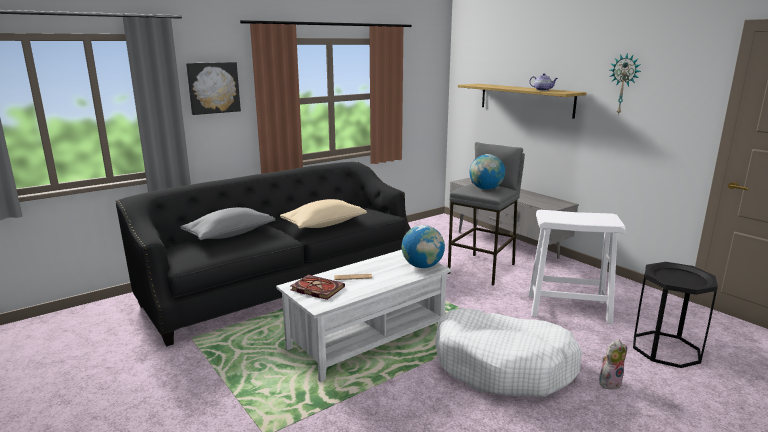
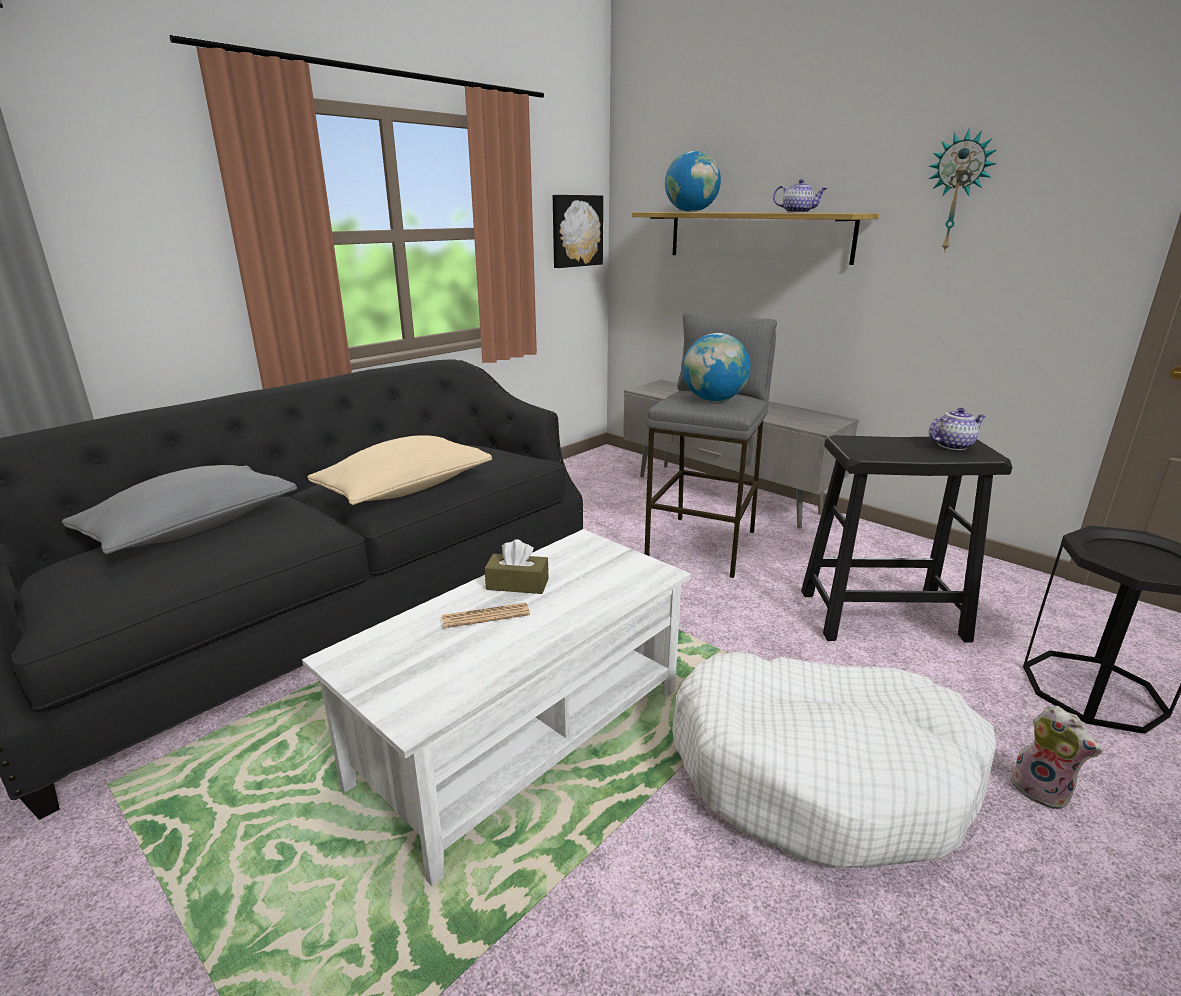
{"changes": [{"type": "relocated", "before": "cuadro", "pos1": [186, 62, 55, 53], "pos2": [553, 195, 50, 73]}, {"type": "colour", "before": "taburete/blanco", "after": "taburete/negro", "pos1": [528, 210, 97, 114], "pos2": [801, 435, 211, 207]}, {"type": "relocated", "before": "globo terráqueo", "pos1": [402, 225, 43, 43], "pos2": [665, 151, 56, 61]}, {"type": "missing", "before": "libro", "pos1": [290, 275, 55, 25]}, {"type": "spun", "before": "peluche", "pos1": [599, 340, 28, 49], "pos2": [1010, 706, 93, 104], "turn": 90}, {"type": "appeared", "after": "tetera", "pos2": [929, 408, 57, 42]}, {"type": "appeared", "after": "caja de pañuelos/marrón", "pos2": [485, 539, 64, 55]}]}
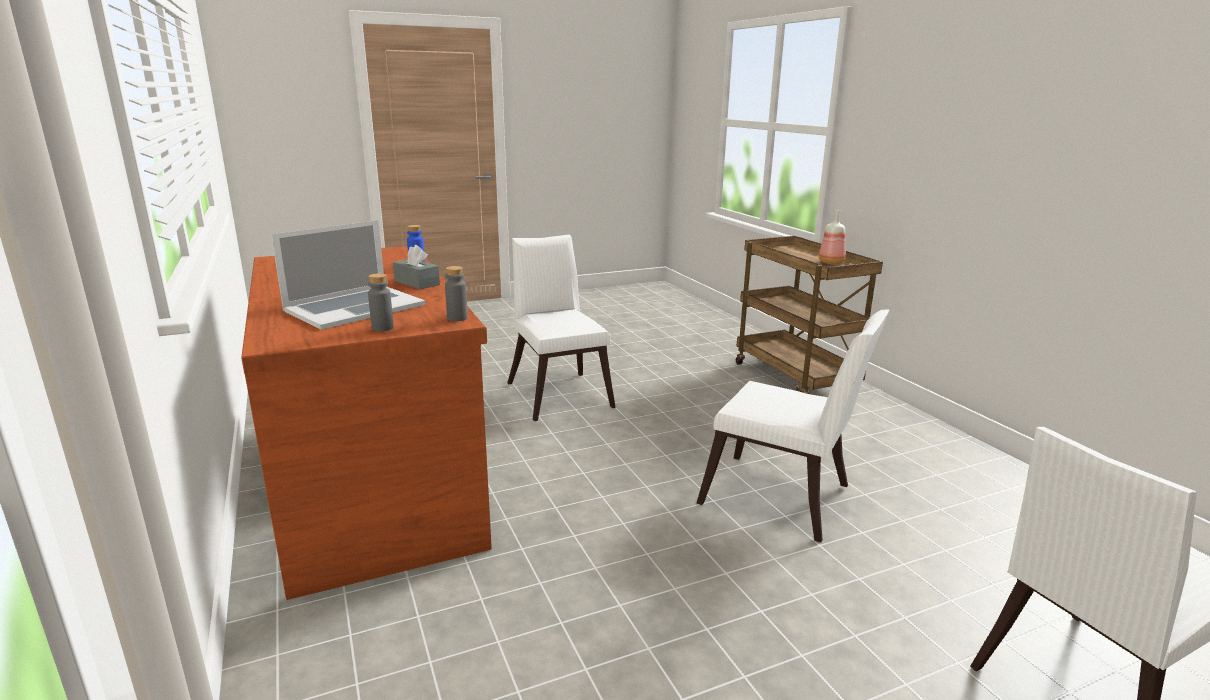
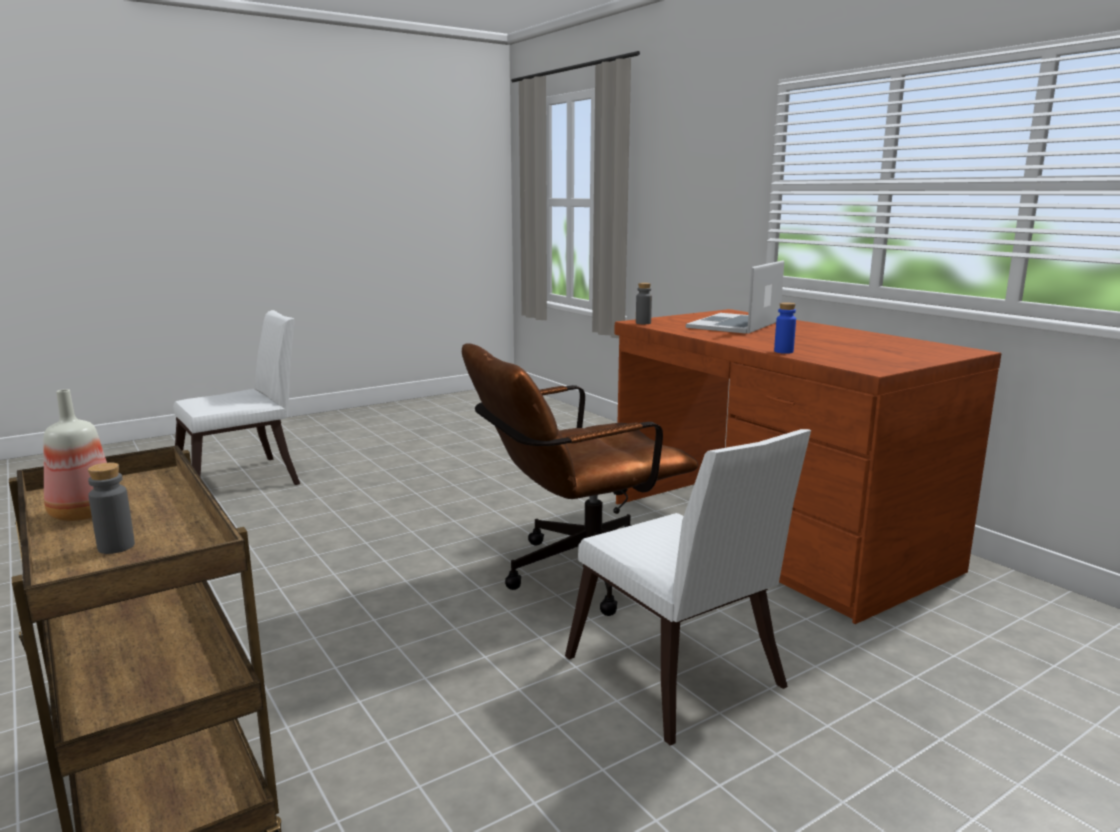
{"changes": [{"type": "missing", "before": "caja de pañuelos/gris", "pos1": [393, 245, 47, 44]}, {"type": "relocated", "before": "botella/gris", "pos1": [368, 273, 26, 58], "pos2": [88, 463, 47, 91]}, {"type": "missing", "before": "silla/blanco", "pos1": [697, 309, 193, 233]}, {"type": "appeared", "after": "silla de oficina/marrón", "pos2": [462, 343, 236, 273]}]}
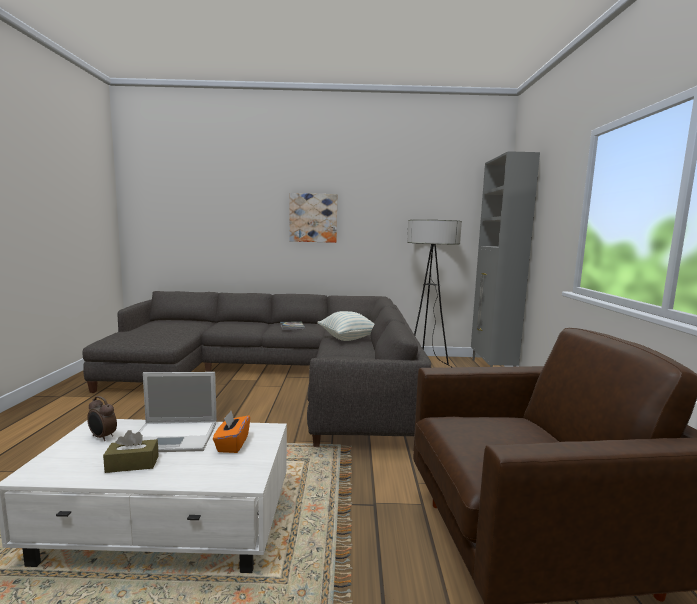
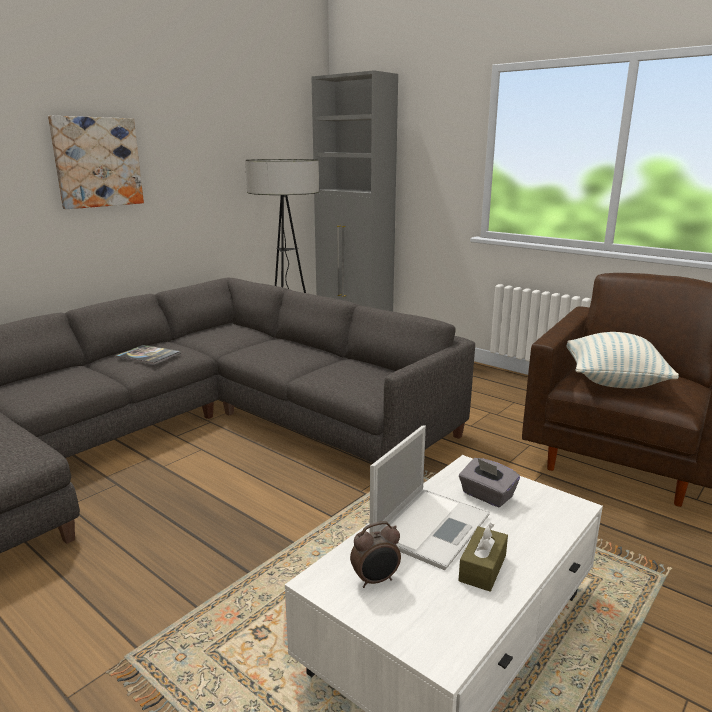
{"changes": [{"type": "relocated", "before": "cojín", "pos1": [317, 311, 57, 30], "pos2": [567, 332, 112, 57]}, {"type": "colour", "before": "caja de pañuelos/naranja", "after": "caja de pañuelos/gris", "pos1": [213, 411, 37, 42], "pos2": [459, 458, 61, 50]}]}
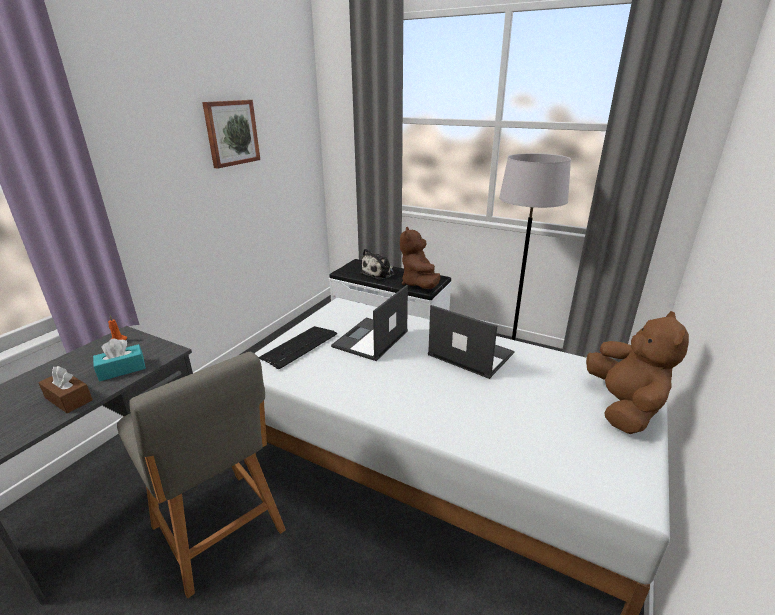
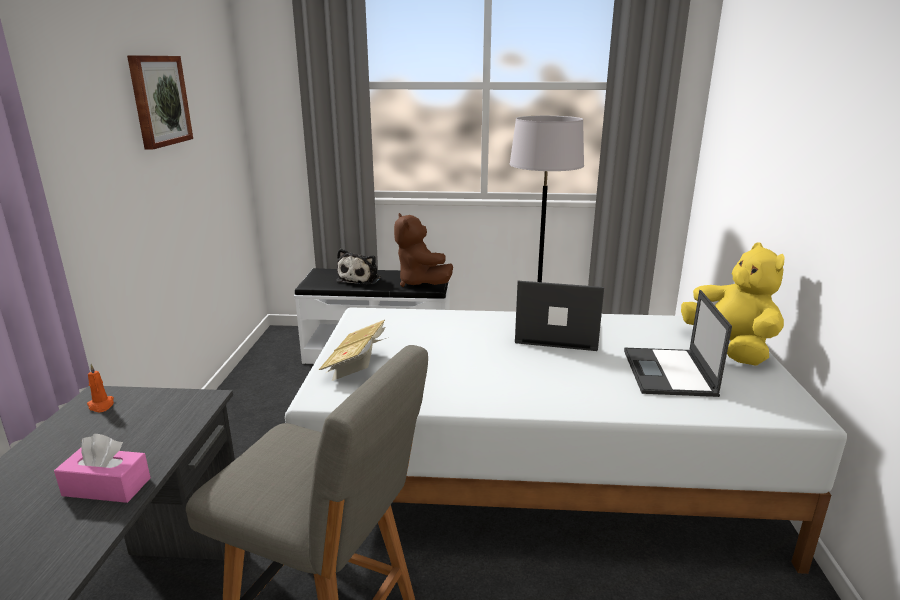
{"changes": [{"type": "relocated", "before": "portátil", "pos1": [331, 285, 77, 76], "pos2": [624, 290, 108, 107]}, {"type": "colour", "before": "peluche/marrón", "after": "peluche/amarillo", "pos1": [586, 311, 103, 123], "pos2": [681, 242, 103, 124]}, {"type": "exchanged", "before": "teclado", "after": "libro", "pos1": [259, 326, 78, 43], "pos2": [319, 320, 67, 61]}, {"type": "missing", "before": "caja de pañuelos/turquesa", "pos1": [93, 338, 53, 43]}, {"type": "colour", "before": "caja de pañuelos/marrón", "after": "caja de pañuelos/rosa", "pos1": [38, 366, 55, 47], "pos2": [54, 434, 97, 69]}]}
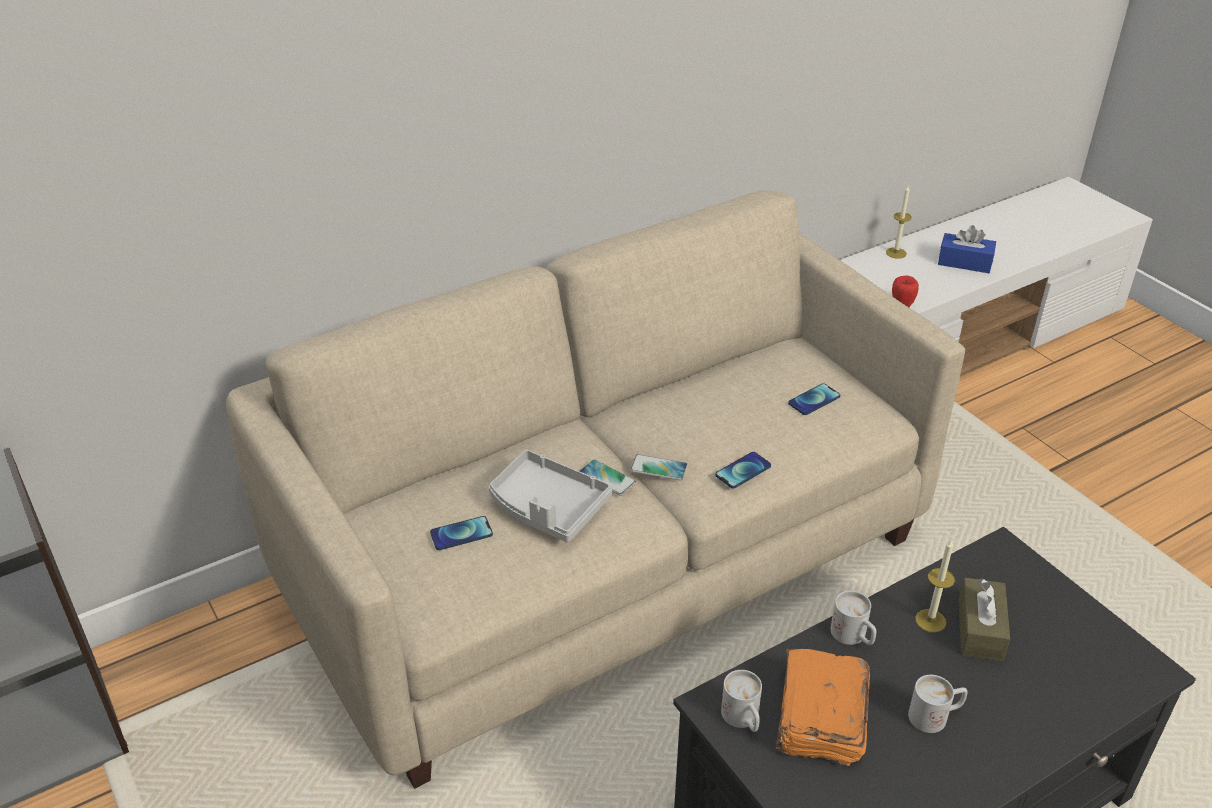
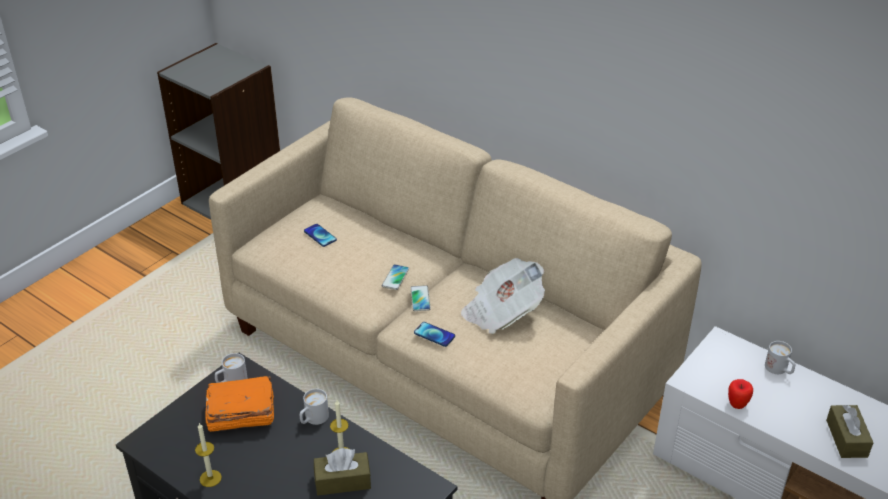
{"changes": [{"type": "relocated", "before": "vela", "pos1": [886, 186, 26, 73], "pos2": [195, 423, 27, 64]}, {"type": "colour", "before": "caja de pañuelos/azul", "after": "caja de pañuelos/marrón", "pos1": [938, 225, 58, 48], "pos2": [826, 405, 47, 53]}, {"type": "missing", "before": "móvil", "pos1": [788, 383, 52, 32]}, {"type": "missing", "before": "bandeja/gris", "pos1": [489, 450, 123, 93]}, {"type": "relocated", "before": "taza grande/blanco", "pos1": [908, 675, 59, 58], "pos2": [765, 341, 30, 33]}, {"type": "appeared", "after": "periódico", "pos2": [461, 258, 84, 76]}]}
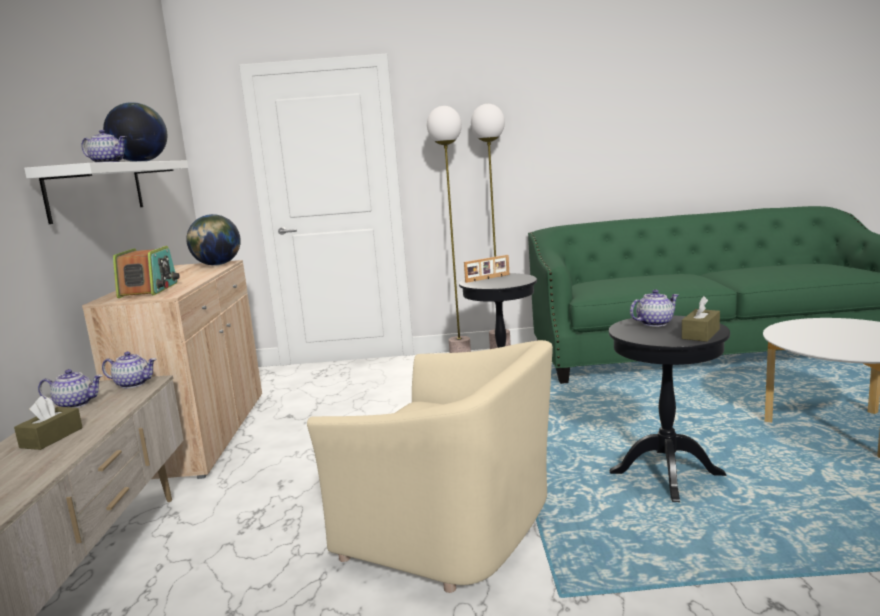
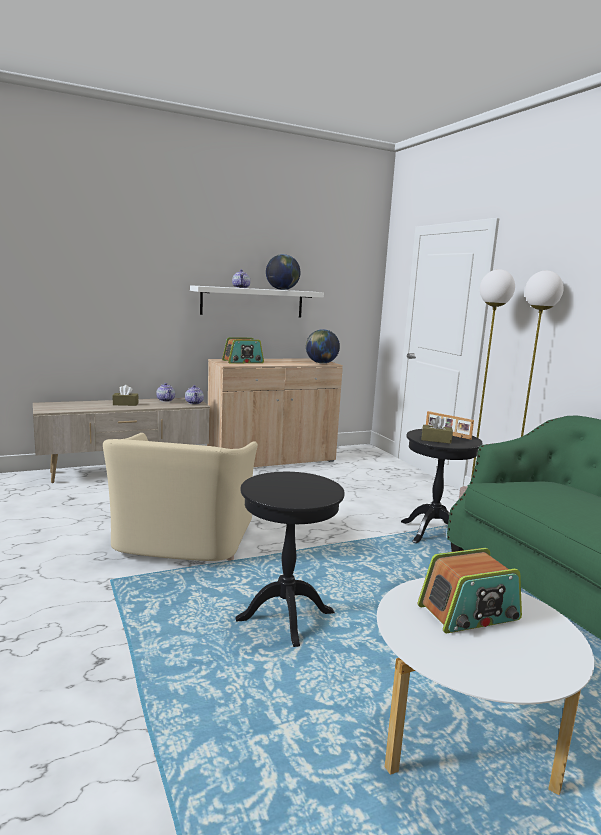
{"changes": [{"type": "missing", "before": "tetera", "pos1": [630, 290, 49, 37]}, {"type": "relocated", "before": "caja de pañuelos/marrón", "pos1": [682, 296, 38, 46], "pos2": [421, 416, 32, 28]}, {"type": "appeared", "after": "radio", "pos2": [417, 548, 105, 85]}]}
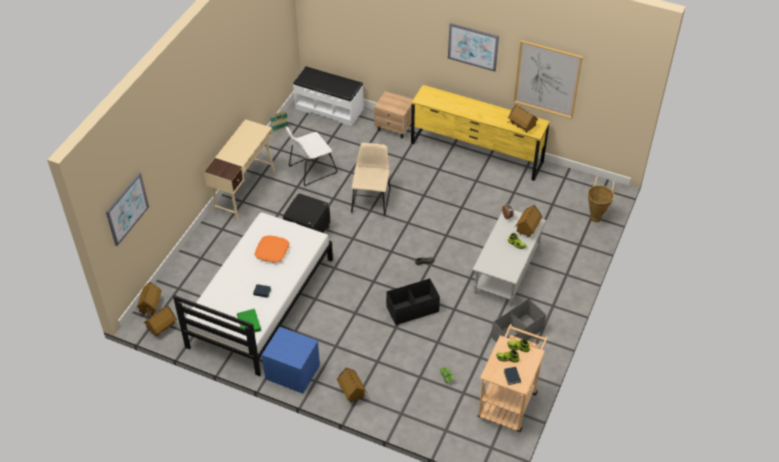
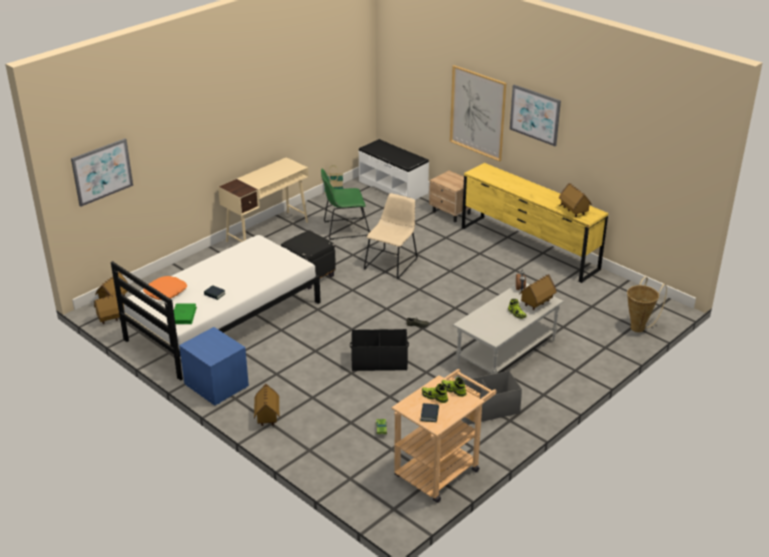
{"changes": [{"type": "relocated", "before": "cuadro", "pos1": [514, 40, 69, 79], "pos2": [450, 65, 56, 97]}, {"type": "colour", "before": "silla/blanco", "after": "silla/verde", "pos1": [286, 126, 52, 60], "pos2": [321, 168, 49, 72]}, {"type": "relocated", "before": "cojín/naranja", "pos1": [254, 235, 36, 28], "pos2": [143, 276, 45, 24]}]}
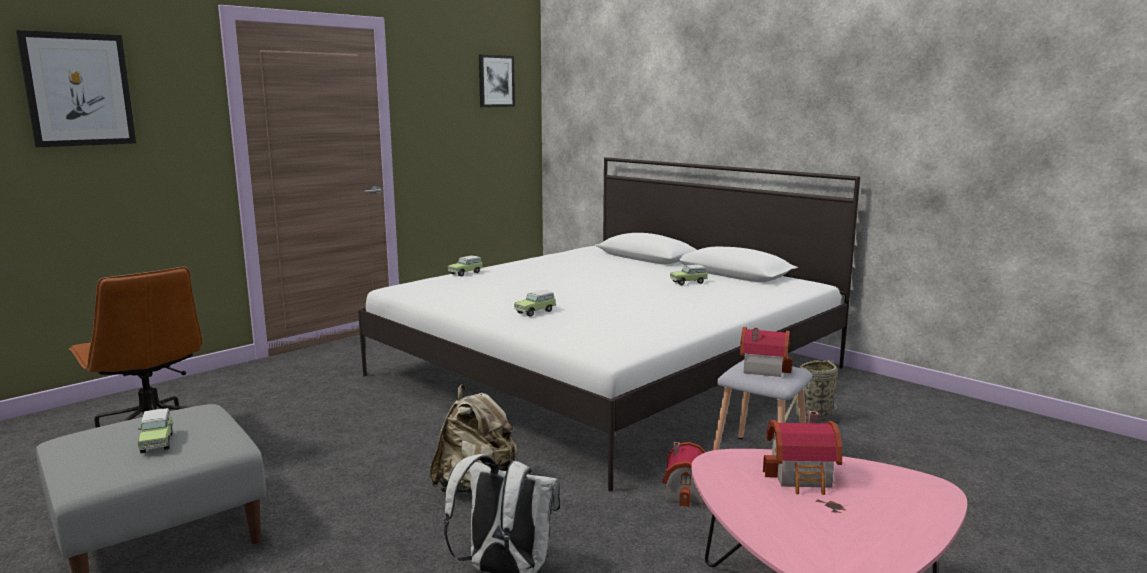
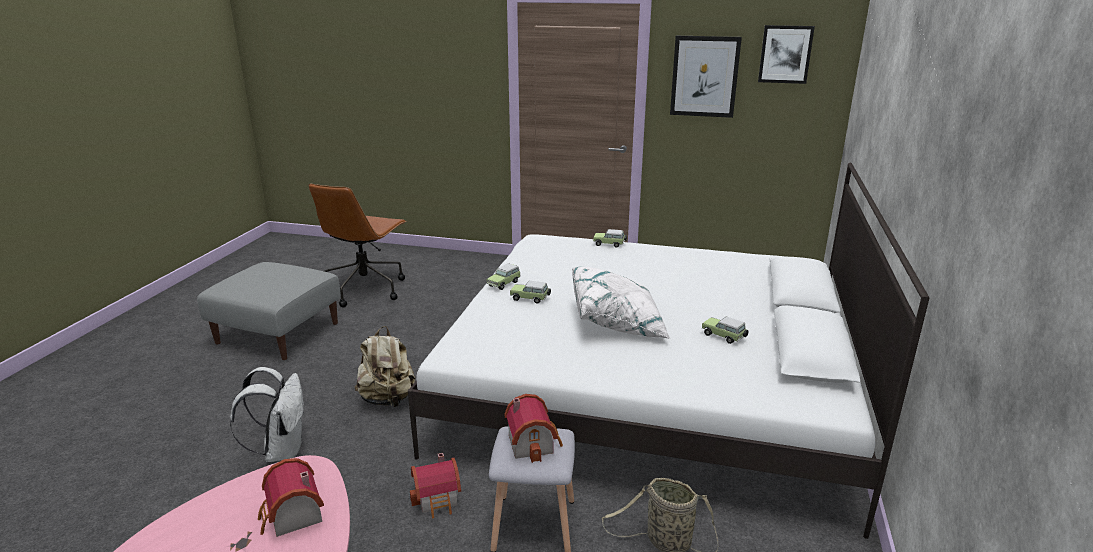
{"changes": [{"type": "relocated", "before": "cuadro", "pos1": [16, 30, 120, 117], "pos2": [670, 36, 72, 82]}, {"type": "relocated", "before": "coche de juguete", "pos1": [138, 408, 35, 46], "pos2": [487, 263, 34, 27]}, {"type": "appeared", "after": "cojín/blanco", "pos2": [572, 267, 98, 72]}]}
